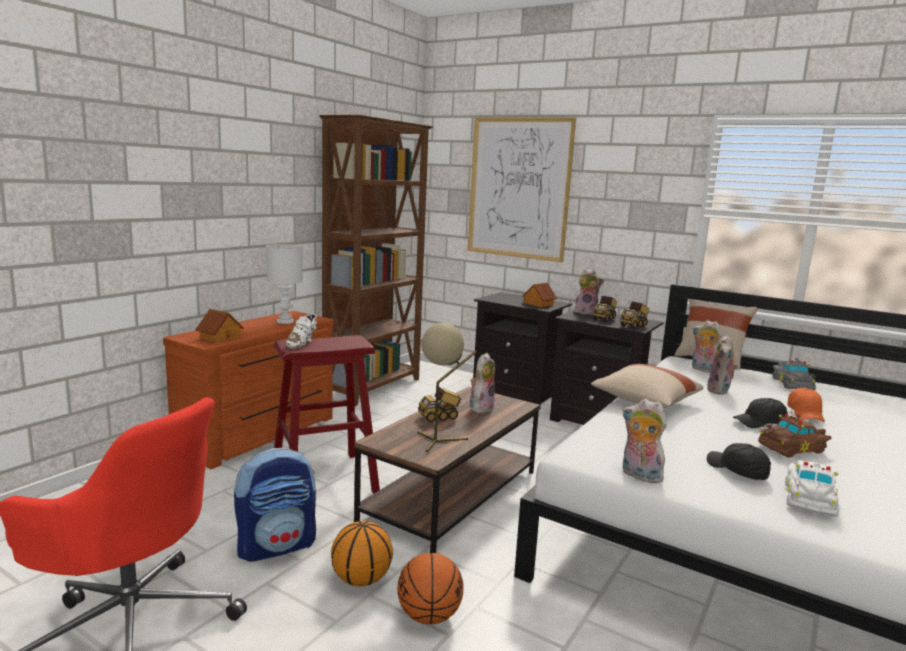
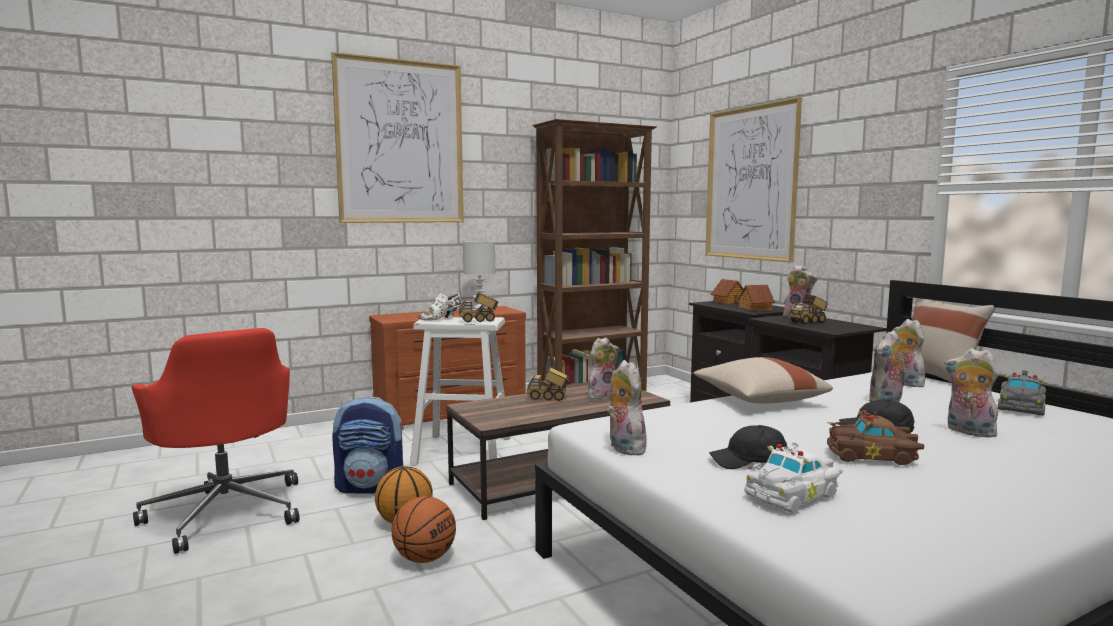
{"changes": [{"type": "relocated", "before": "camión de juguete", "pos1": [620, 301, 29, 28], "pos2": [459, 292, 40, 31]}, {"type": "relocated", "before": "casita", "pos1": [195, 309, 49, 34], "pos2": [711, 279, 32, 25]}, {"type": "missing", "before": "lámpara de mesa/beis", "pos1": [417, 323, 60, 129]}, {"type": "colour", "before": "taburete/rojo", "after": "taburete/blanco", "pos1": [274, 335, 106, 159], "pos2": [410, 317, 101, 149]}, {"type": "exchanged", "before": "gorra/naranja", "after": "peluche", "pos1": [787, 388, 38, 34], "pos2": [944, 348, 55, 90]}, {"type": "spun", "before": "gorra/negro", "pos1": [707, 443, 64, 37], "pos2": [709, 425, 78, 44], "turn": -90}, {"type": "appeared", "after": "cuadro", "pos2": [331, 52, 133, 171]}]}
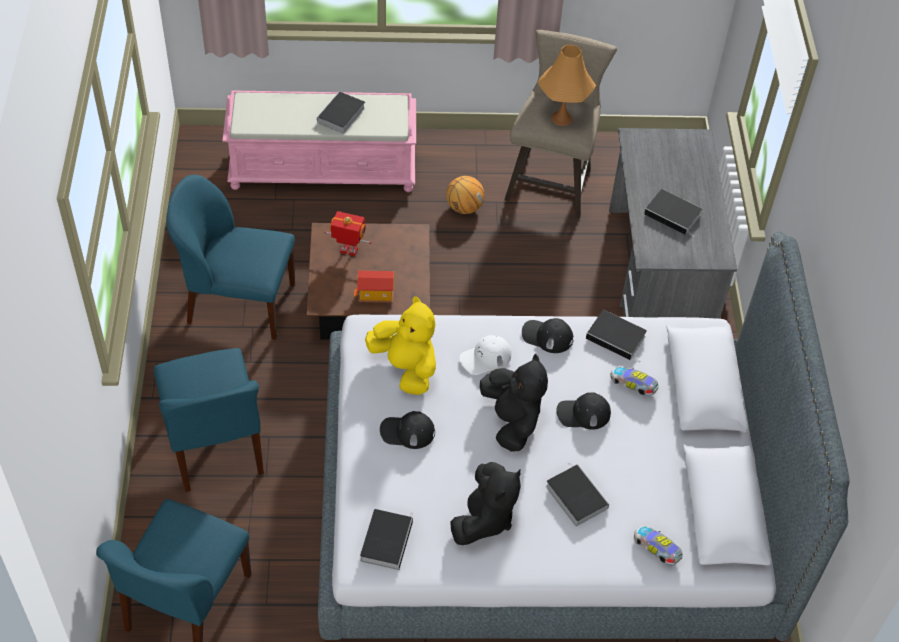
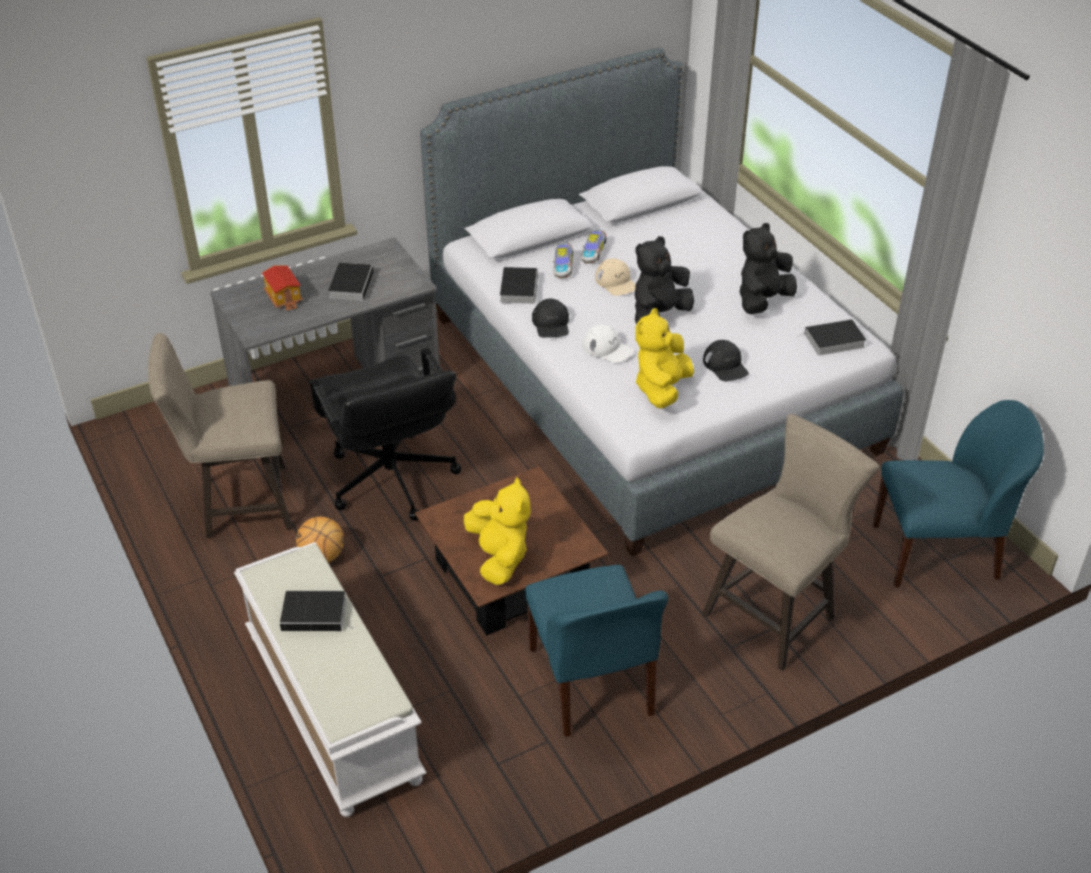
{"changes": [{"type": "missing", "before": "lámpara de mesa/naranja", "pos1": [538, 45, 58, 81]}, {"type": "colour", "before": "banco/rosa", "after": "banco/blanco", "pos1": [222, 90, 194, 102], "pos2": [234, 542, 193, 275]}, {"type": "exchanged", "before": "robot de juguete", "after": "peluche/amarillo", "pos1": [324, 211, 48, 45], "pos2": [464, 477, 66, 108]}, {"type": "relocated", "before": "casita", "pos1": [354, 270, 40, 33], "pos2": [262, 266, 41, 44]}, {"type": "exchanged", "before": "silla/azul", "after": "taburete/beis", "pos1": [154, 348, 110, 144], "pos2": [702, 414, 178, 257]}, {"type": "colour", "before": "gorra/negro", "after": "gorra/beis", "pos1": [556, 393, 55, 37], "pos2": [595, 258, 41, 38]}, {"type": "spun", "before": "peluche/negro", "pos1": [450, 462, 71, 83], "pos2": [740, 223, 57, 91], "turn": -45}, {"type": "missing", "before": "libro", "pos1": [546, 463, 63, 63]}, {"type": "relocated", "before": "coche de juguete", "pos1": [634, 526, 49, 39], "pos2": [581, 230, 26, 34]}, {"type": "appeared", "after": "silla de oficina/negro", "pos2": [310, 348, 151, 173]}]}
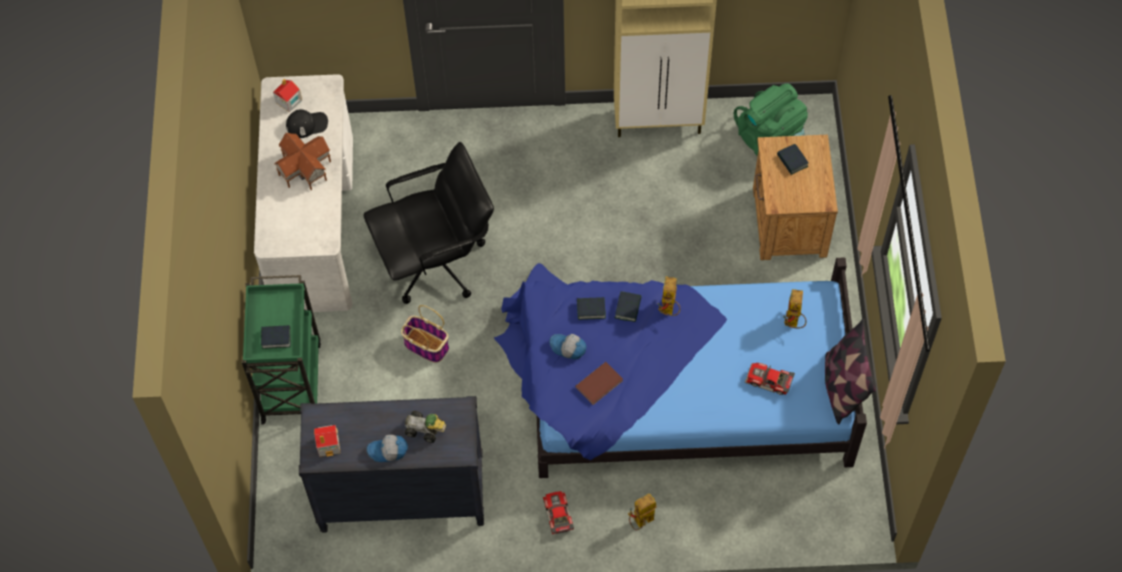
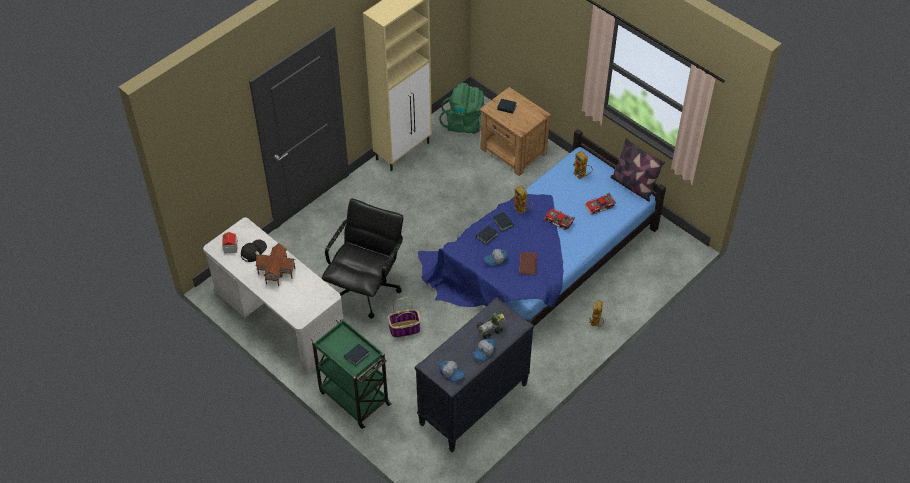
{"changes": [{"type": "exchanged", "before": "casita", "after": "gorra", "pos1": [314, 425, 27, 32], "pos2": [439, 360, 26, 22]}, {"type": "relocated", "before": "coche de juguete", "pos1": [543, 491, 31, 43], "pos2": [543, 209, 32, 21]}]}
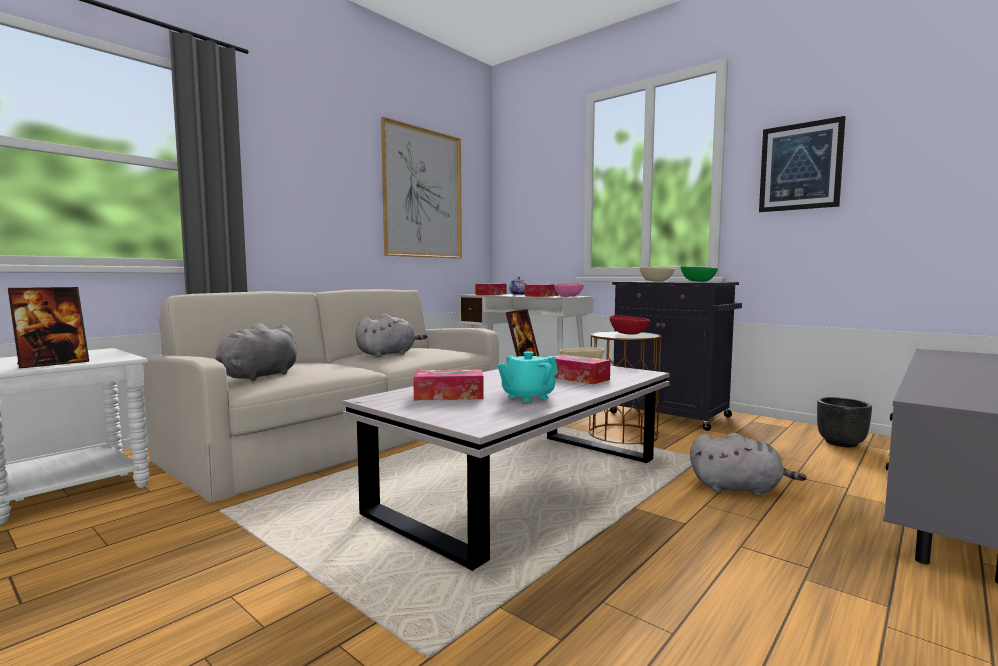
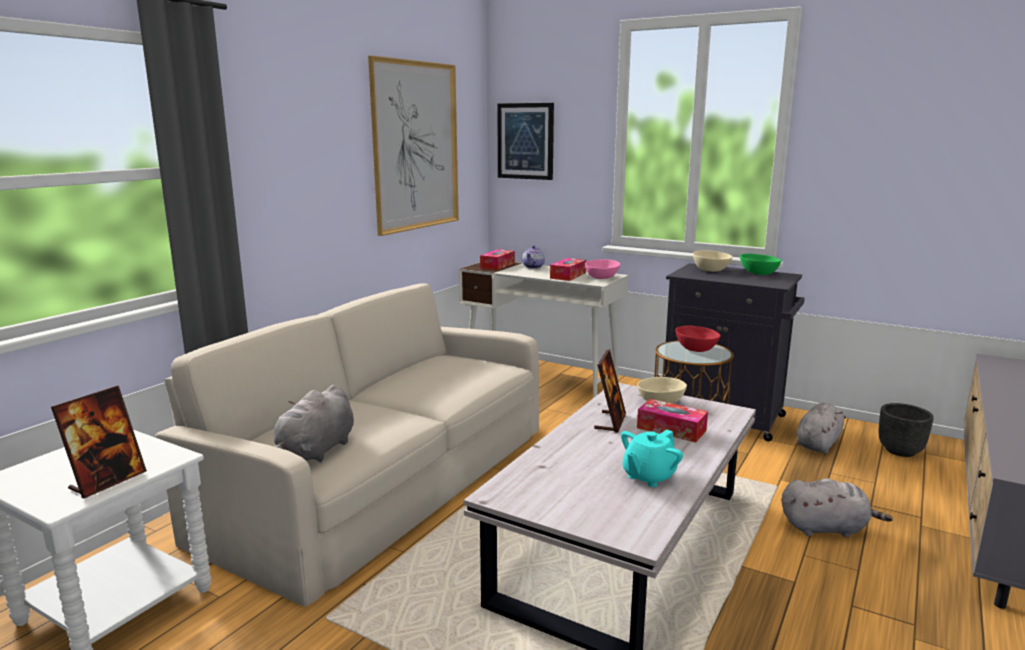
{"changes": [{"type": "relocated", "before": "cuadro", "pos1": [759, 116, 87, 96], "pos2": [497, 103, 57, 77]}, {"type": "relocated", "before": "peluche/gris", "pos1": [356, 314, 72, 43], "pos2": [797, 403, 49, 51]}, {"type": "missing", "before": "caja de pañuelos", "pos1": [413, 369, 70, 31]}]}
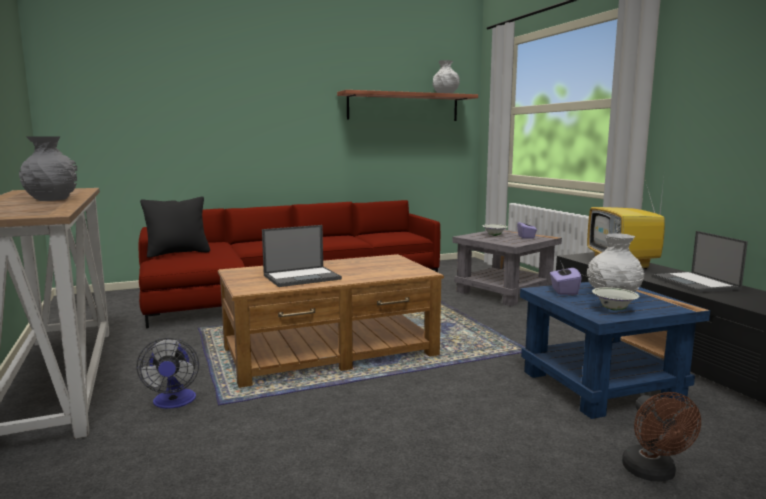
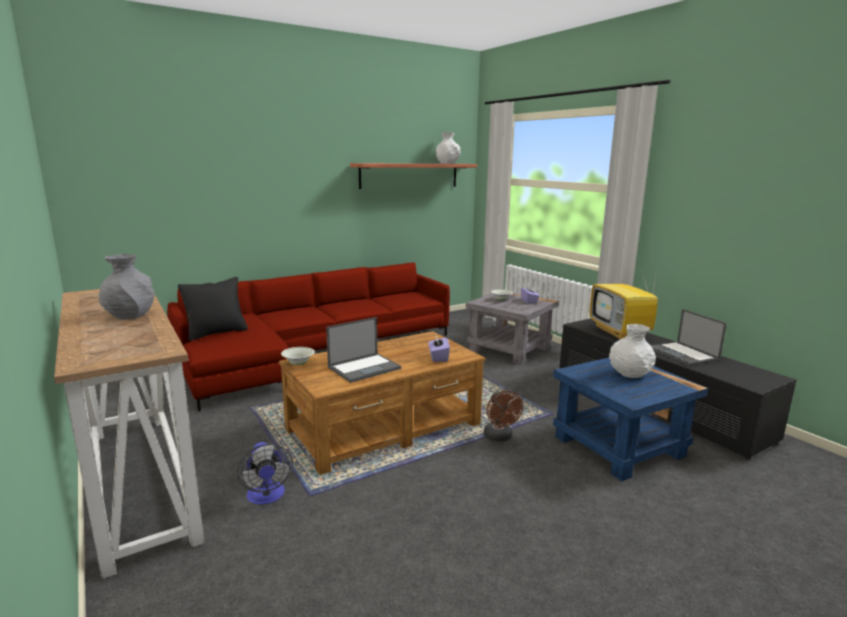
{"changes": [{"type": "relocated", "before": "caja de pañuelos/morado", "pos1": [550, 262, 32, 33], "pos2": [428, 336, 22, 26]}, {"type": "relocated", "before": "cuenco/blanco", "pos1": [592, 287, 47, 24], "pos2": [281, 347, 34, 18]}, {"type": "relocated", "before": "ventilador/marrón", "pos1": [622, 392, 79, 89], "pos2": [484, 390, 39, 52]}]}
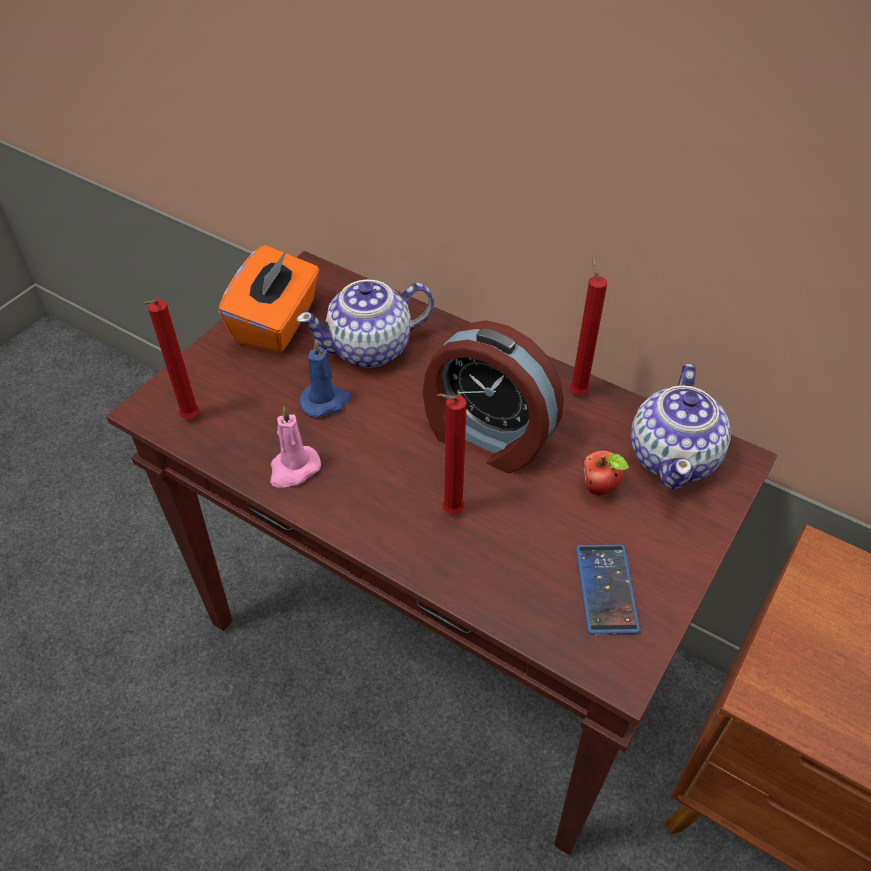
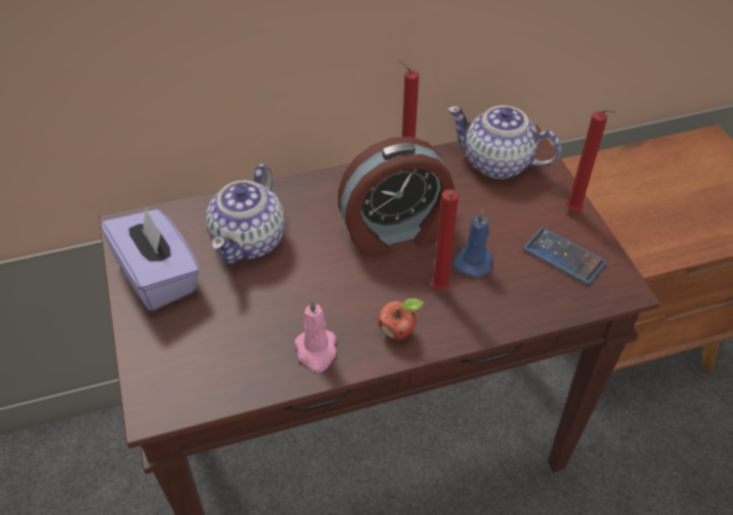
{"changes": [{"type": "colour", "before": "caja de pañuelos/naranja", "after": "caja de pañuelos/morado", "pos1": [218, 245, 101, 108], "pos2": [101, 207, 99, 104]}, {"type": "relocated", "before": "vela/rojo", "pos1": [144, 300, 56, 119], "pos2": [566, 109, 50, 102]}, {"type": "relocated", "before": "vela/azul", "pos1": [299, 340, 53, 77], "pos2": [453, 210, 40, 67]}, {"type": "spun", "before": "tetera", "pos1": [631, 364, 100, 125], "pos2": [447, 106, 114, 73], "turn": 150}, {"type": "relocated", "before": "manzana", "pos1": [583, 451, 46, 44], "pos2": [378, 298, 46, 42]}]}
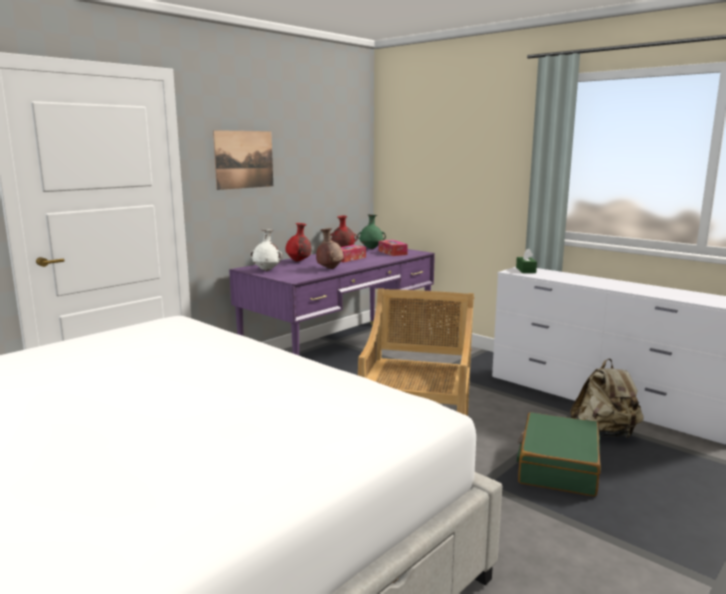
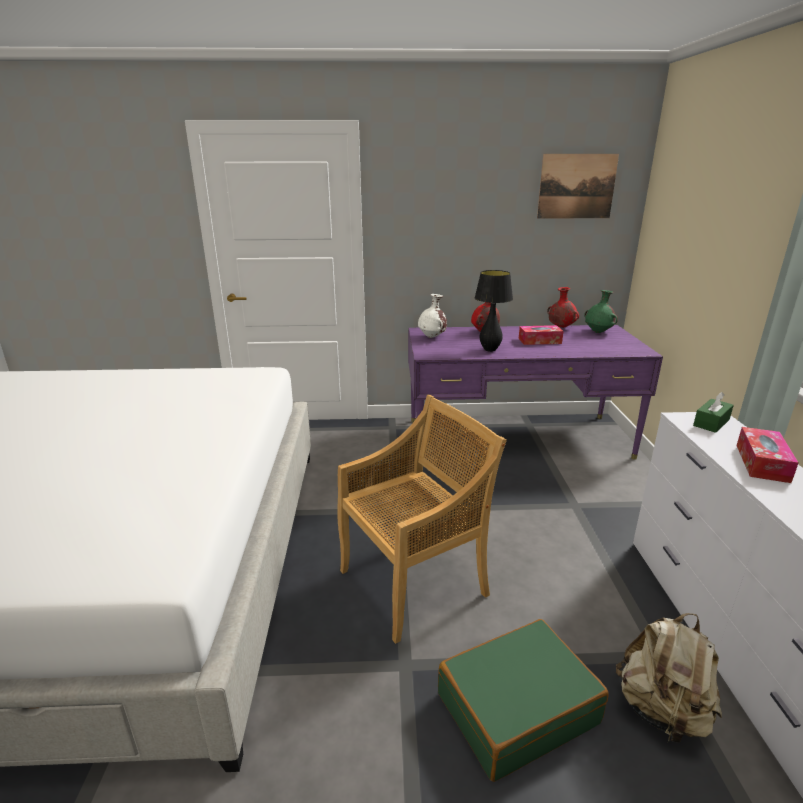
{"changes": [{"type": "relocated", "before": "cuadro", "pos1": [213, 130, 60, 60], "pos2": [537, 154, 82, 65]}, {"type": "exchanged", "before": "florero/marrón", "after": "lámpara de mesa/negro", "pos1": [316, 228, 28, 41], "pos2": [475, 270, 38, 82]}, {"type": "relocated", "before": "caja de pañuelos", "pos1": [379, 240, 29, 16], "pos2": [736, 427, 63, 56]}]}
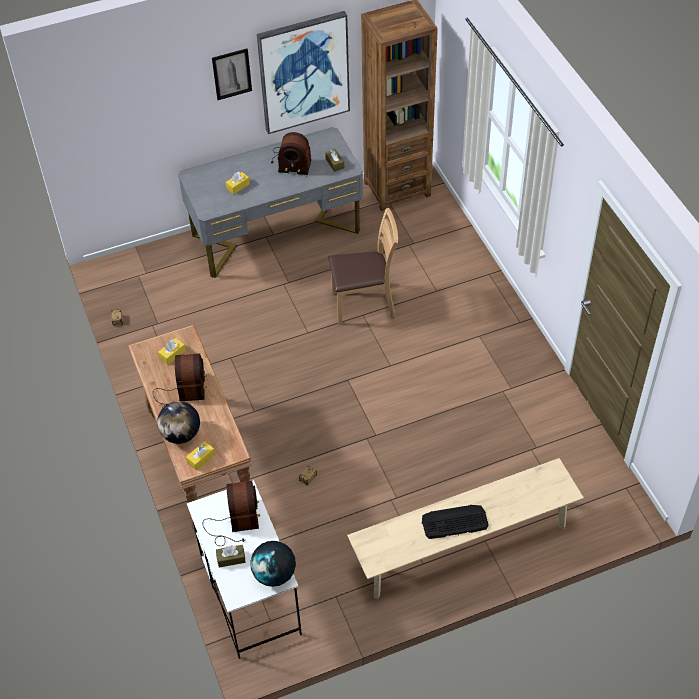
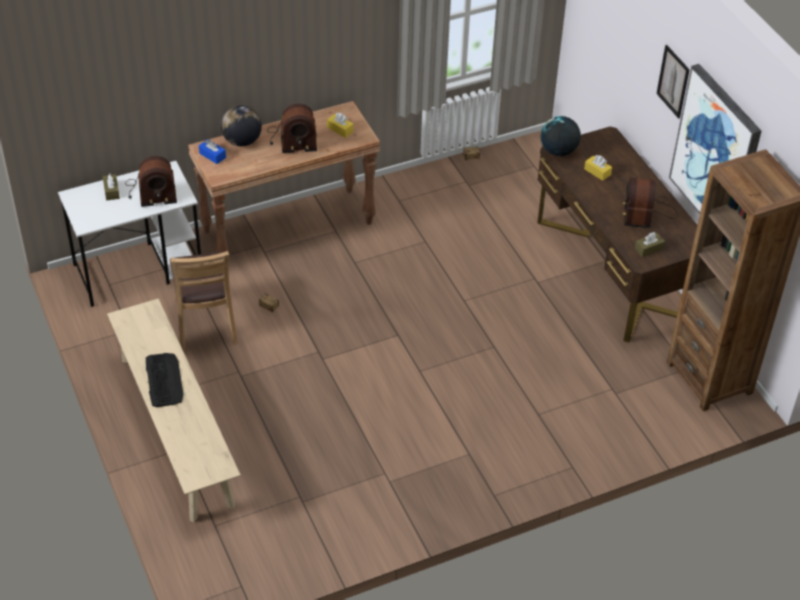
{"changes": [{"type": "colour", "before": "escritorio/gris", "after": "escritorio/marrón", "pos1": [178, 127, 185, 151], "pos2": [537, 127, 160, 216]}, {"type": "relocated", "before": "silla/marrón", "pos1": [328, 208, 70, 117], "pos2": [170, 251, 68, 100]}, {"type": "colour", "before": "caja de pañuelos/amarillo", "after": "caja de pañuelos/azul", "pos1": [186, 441, 29, 30], "pos2": [199, 139, 27, 25]}, {"type": "relocated", "before": "globo terráqueo", "pos1": [250, 541, 46, 46], "pos2": [541, 116, 40, 40]}]}
